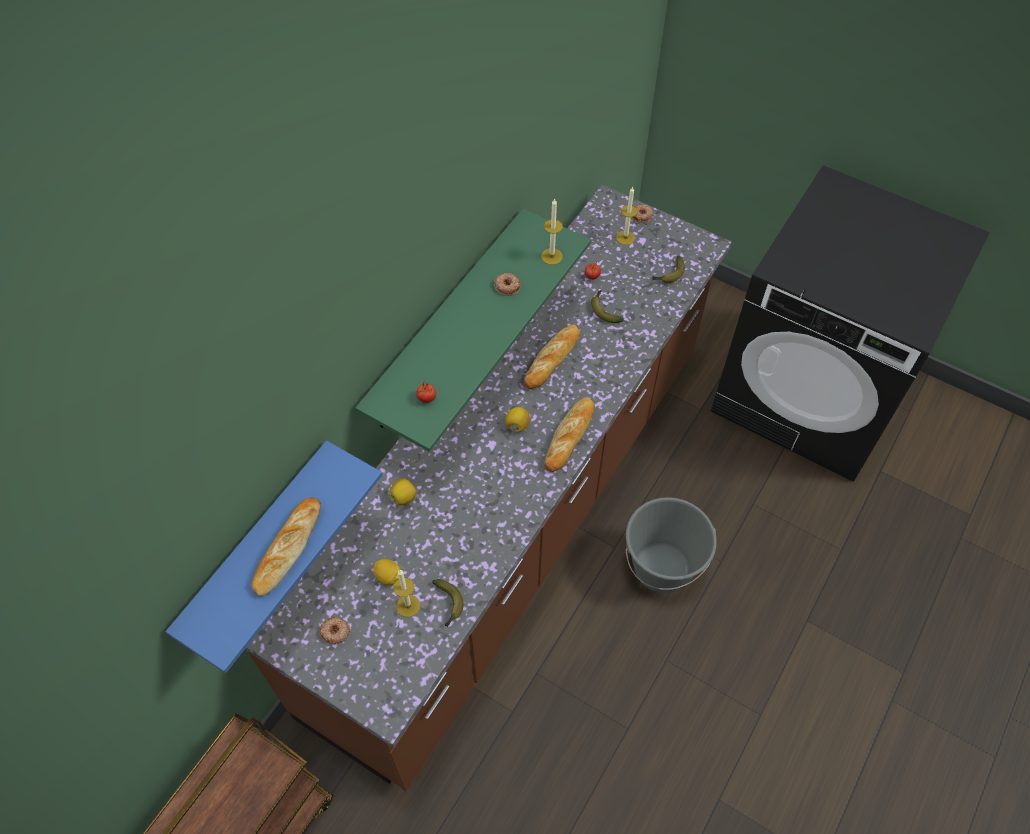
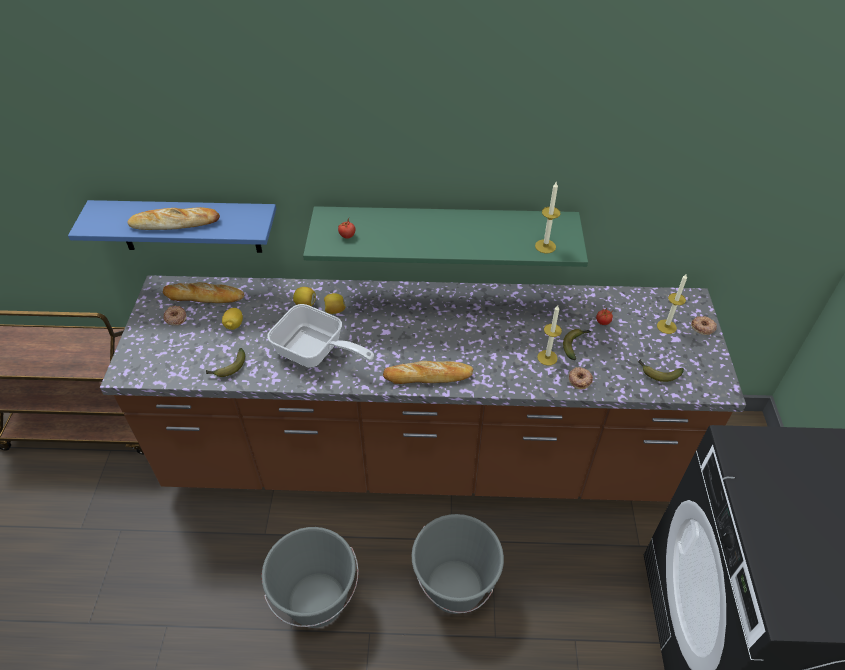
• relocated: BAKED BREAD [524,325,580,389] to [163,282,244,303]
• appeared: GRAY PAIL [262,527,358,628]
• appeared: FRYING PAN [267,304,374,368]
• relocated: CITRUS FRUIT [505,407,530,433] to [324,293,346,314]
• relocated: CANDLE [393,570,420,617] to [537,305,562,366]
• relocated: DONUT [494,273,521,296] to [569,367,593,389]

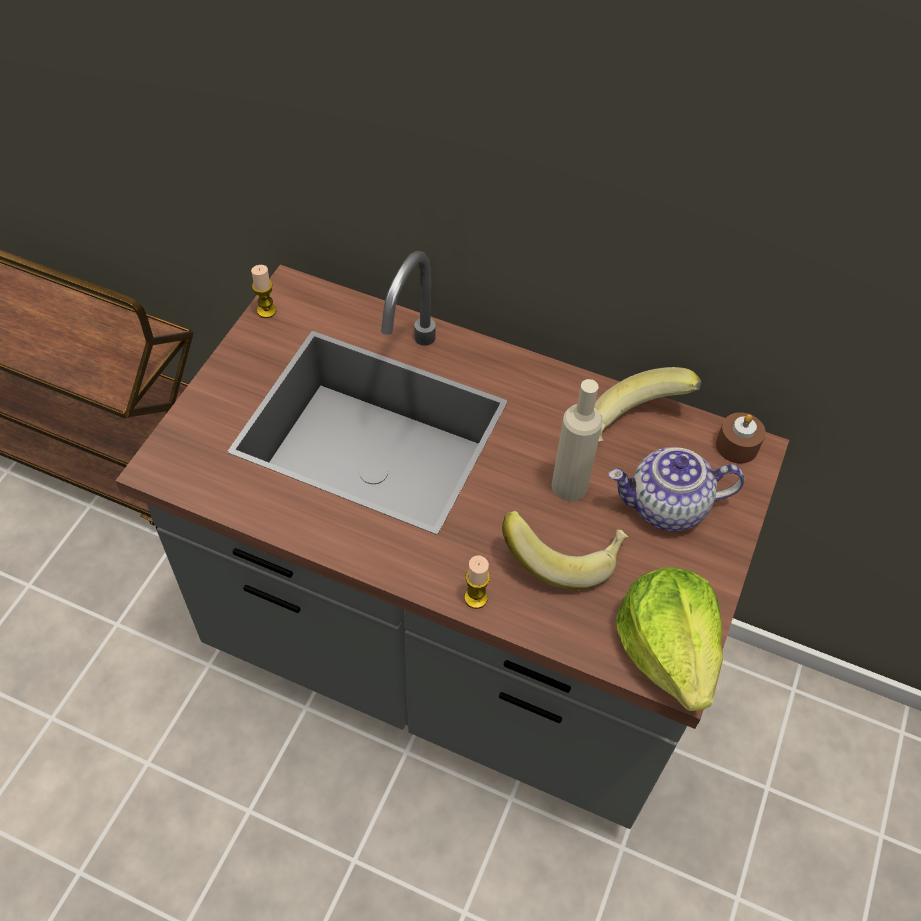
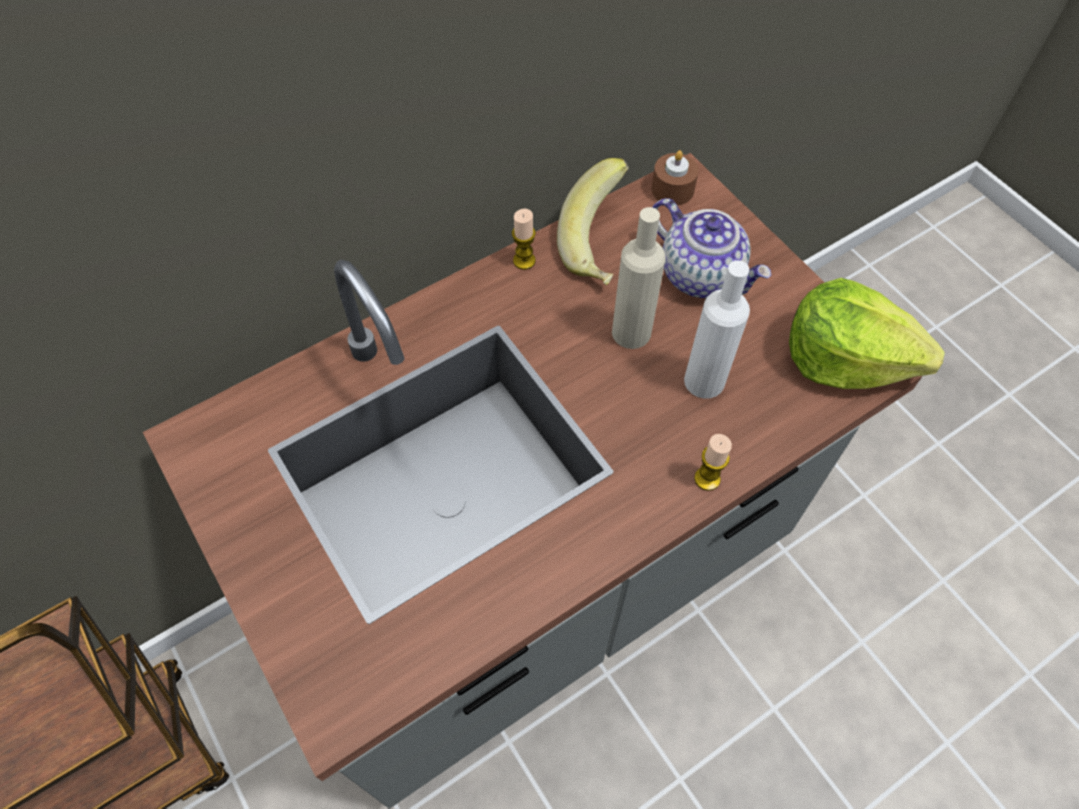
• relocated: CANDLE [251,265,277,318] to [512,208,536,270]
• spun: TEA POT [609,447,744,531] = [652,198,771,298] 75 degrees counterclockwise
• exchanged: BANANA [502,511,628,590] to WHITE-COLOURED DRINK BOTTLE [684,260,750,399]

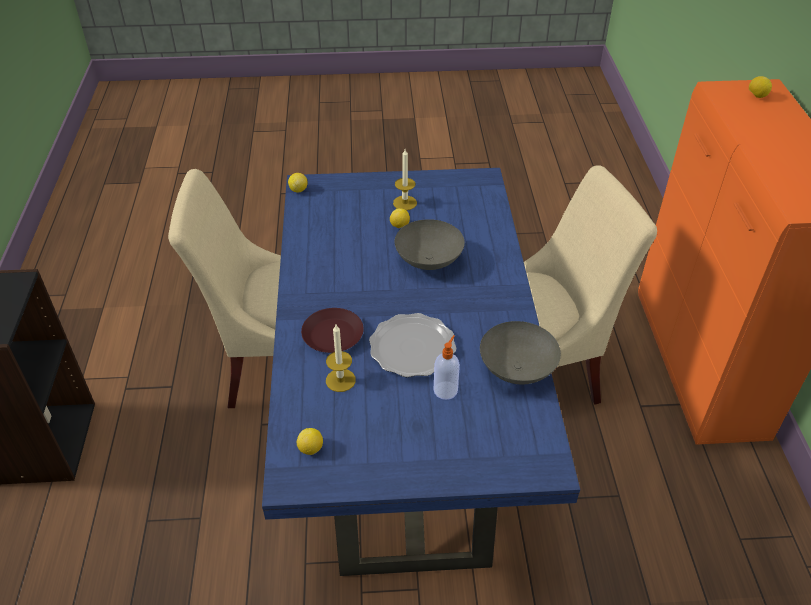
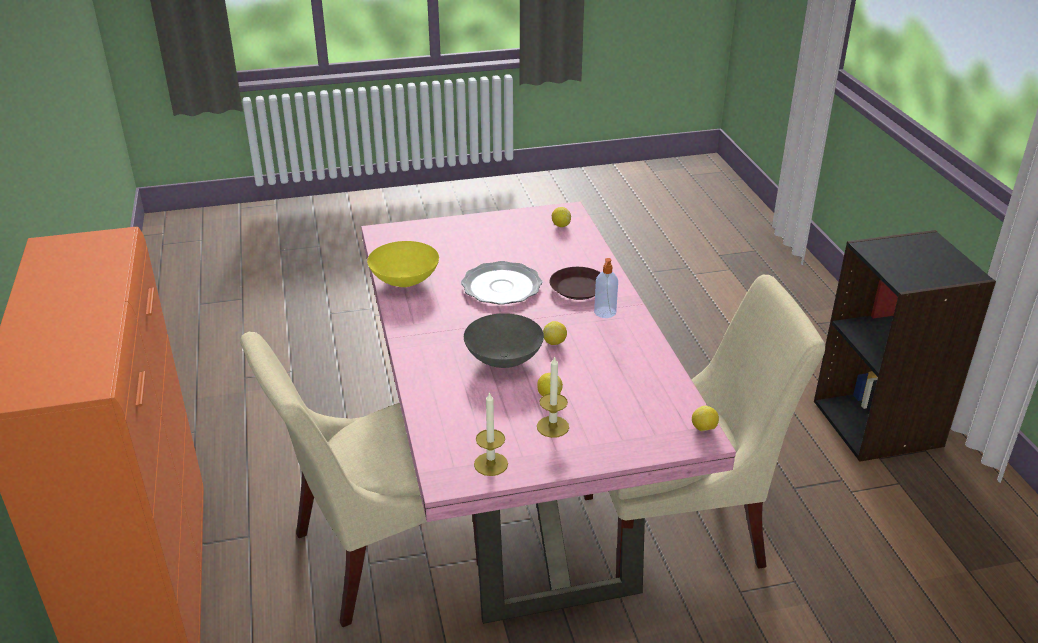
• colour: BLUISH DINNER TABLE [262,168,580,576] to PINK DINNER TABLE [361,201,736,624]
• colour: GRAY DEEP DISH [480,321,561,385] to YELLOW-COLOURED DEEP DISH [367,241,439,287]
• relocated: CANDLE [326,325,356,392] to [474,392,508,476]
• relocated: CITRUS FRUIT [749,76,772,98] to [543,321,567,345]
• relocated: SOAP BOTTLE [434,335,460,400] to [594,258,618,318]

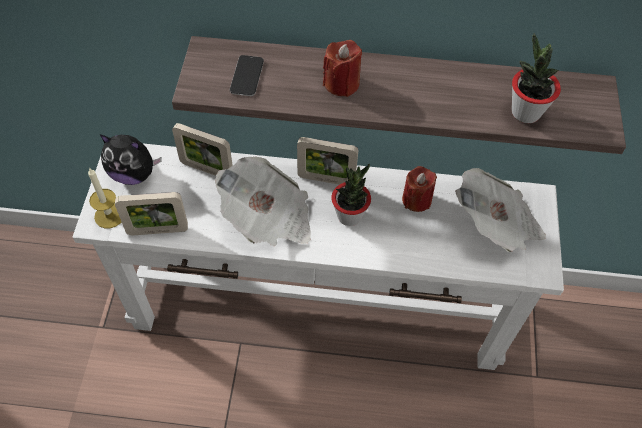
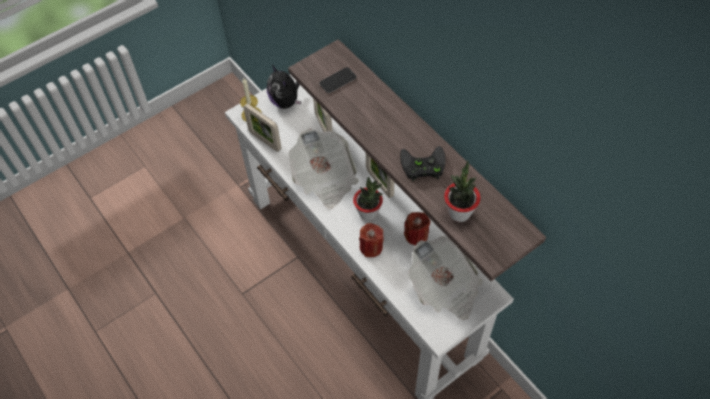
• relocated: RED-COLOURED CANDLE [323,40,362,97] to [359,223,384,257]
• appeared: BLACK-COLOURED GAME CONTROLLER [400,146,446,181]

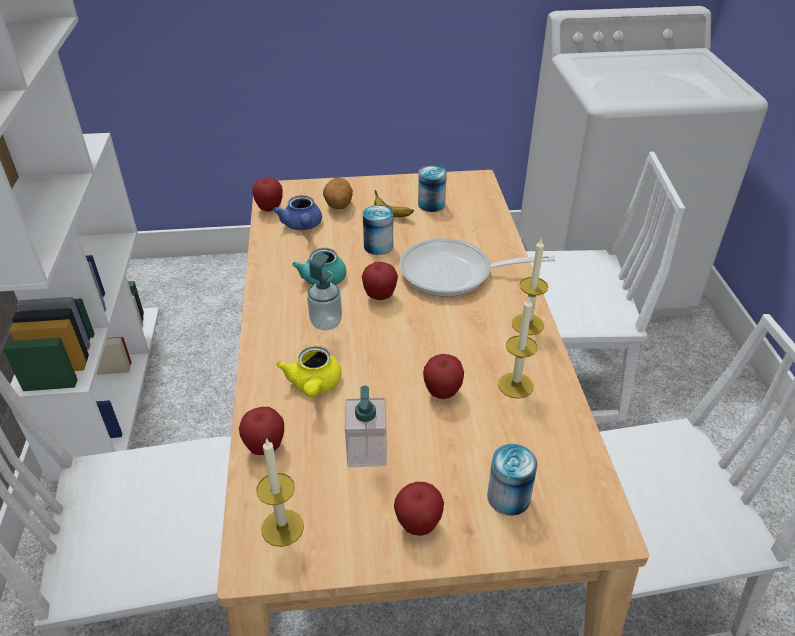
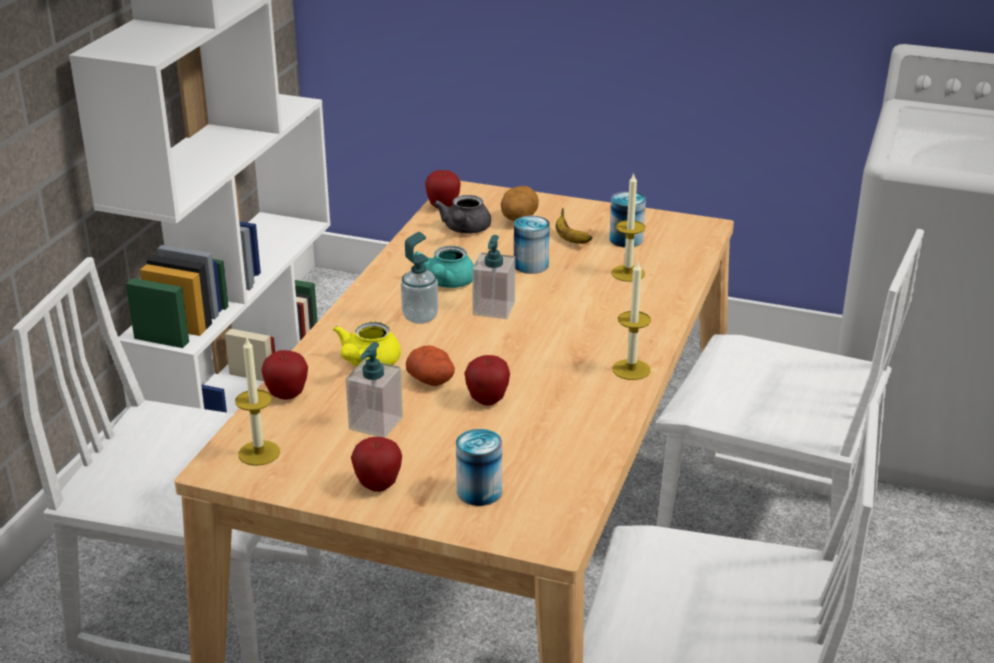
• appeared: WHOLE POTATO [406,345,455,386]
• colour: BLUISH TEA POT [273,195,322,230] to GRAY TEA POT [434,195,491,234]
• exchanged: WHOLE APPLE [362,262,398,300] to SOAP BOTTLE [472,235,515,319]
• relocated: CANDLE [498,298,538,399] to [611,172,645,282]
• missing: FRYING PAN [399,238,555,297]

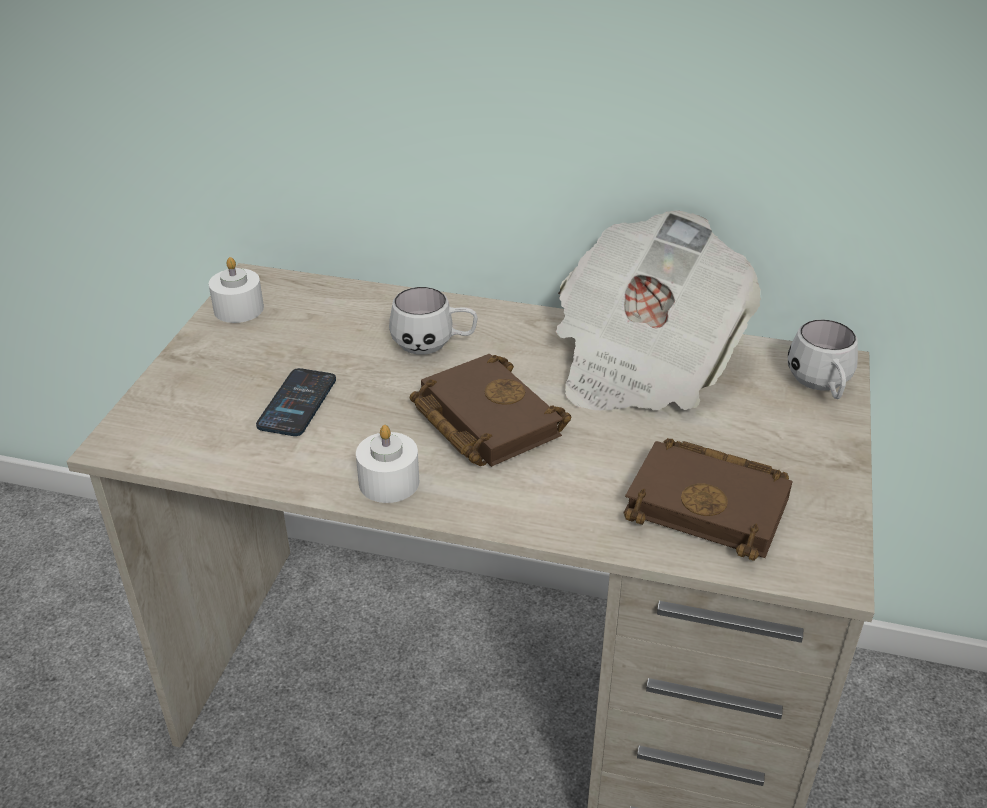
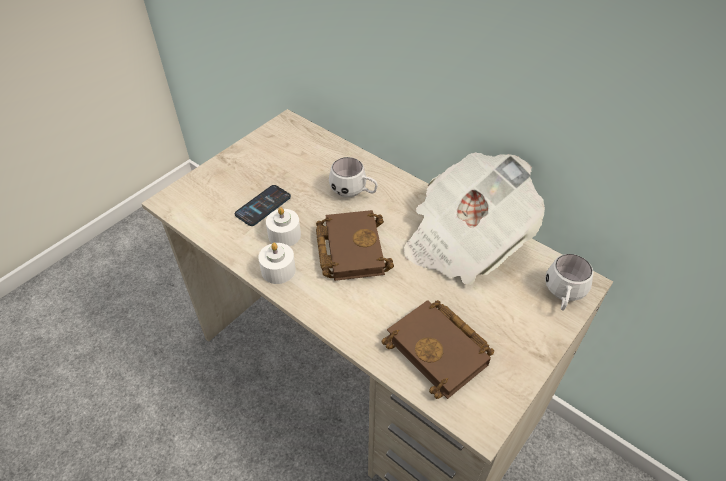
• relocated: WHITE-COLOURED CANDLE [209,257,264,323] to [266,207,301,247]

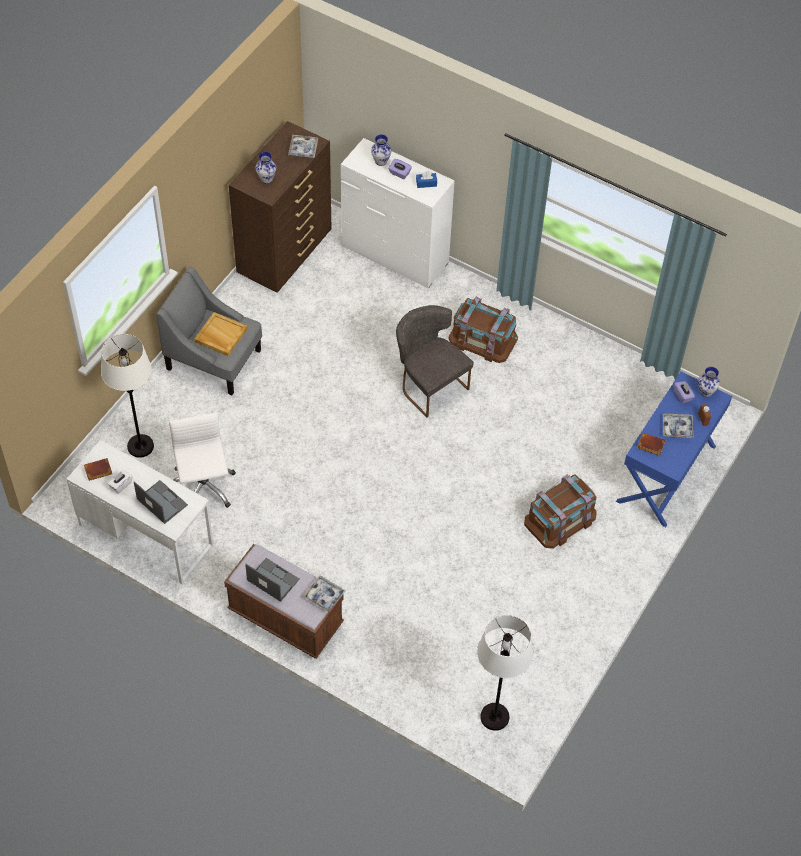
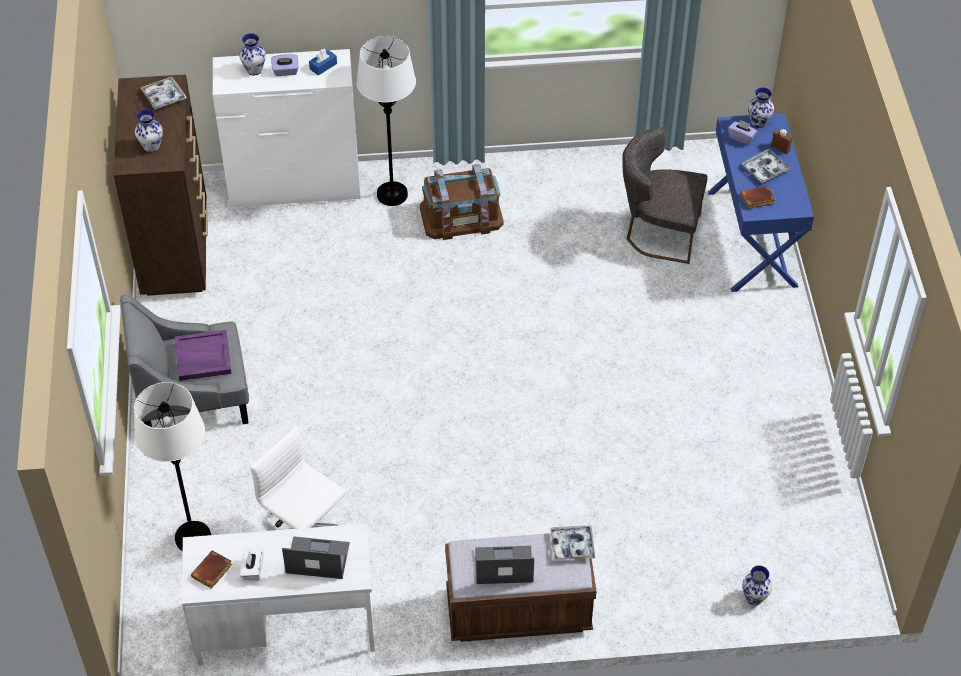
• colour: BEIGE-COLOURED CARRYING TRAY [194,312,247,356] to PURPLISH CARRYING TRAY [175,330,231,381]
• relocated: WHITE-COLOURED FLOOR LAMP [477,615,533,731] to [356,36,416,206]
• relocated: GRAY CHAIR [396,305,474,418] to [622,127,708,264]
• appeared: VASE [742,565,772,605]
• missing: BROWNISH STORAGE BIN [524,474,597,549]

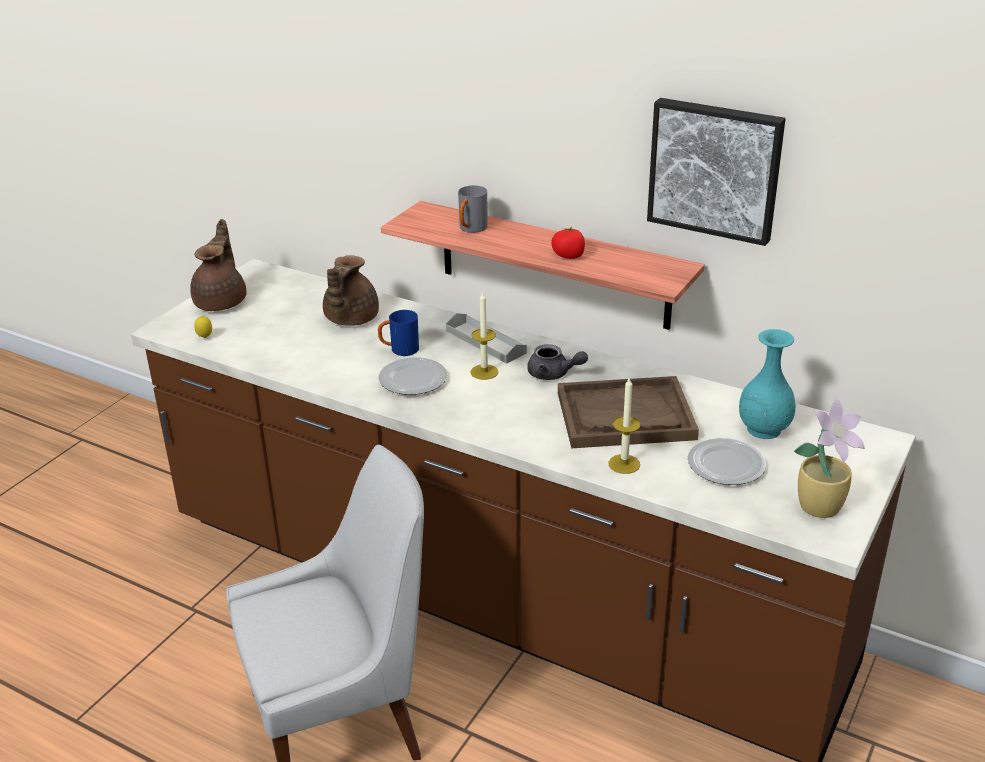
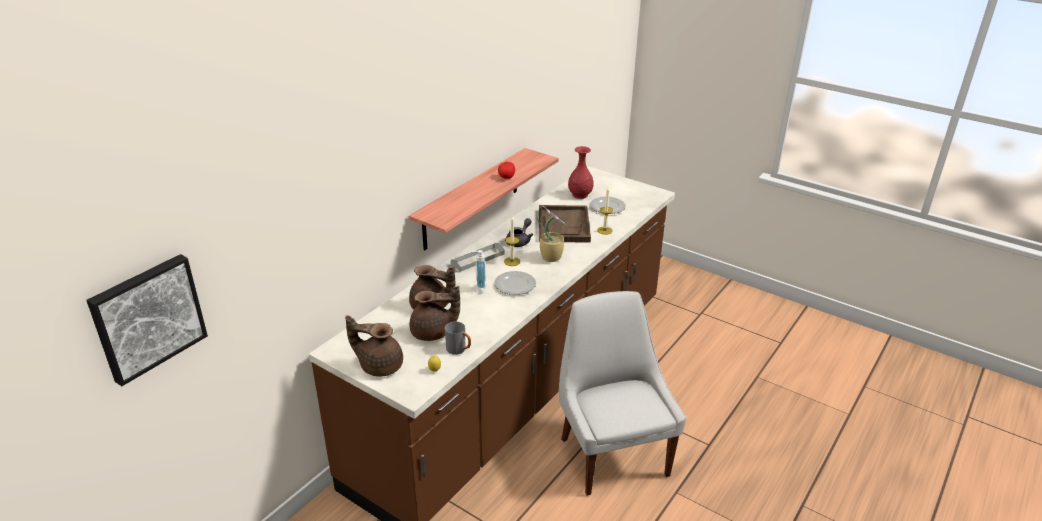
• relocated: PICTURE [647,98,786,246] to [86,254,208,386]
• appeared: BROWNISH TEA POT [410,286,460,341]
• relocated: GRAY MUG [458,185,488,233] to [445,321,471,355]
• exchanged: BLUISH MUG [378,310,419,356] to SOAP BOTTLE [471,250,486,294]
• relocated: POTTED PLANT [794,397,865,518] to [537,206,566,262]
• colour: TURQUOISE-COLOURED VASE [739,329,796,439] to RED-COLOURED VASE [568,146,594,199]

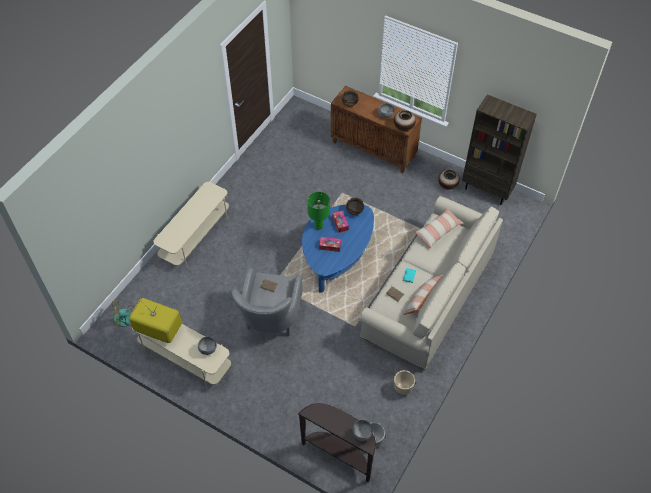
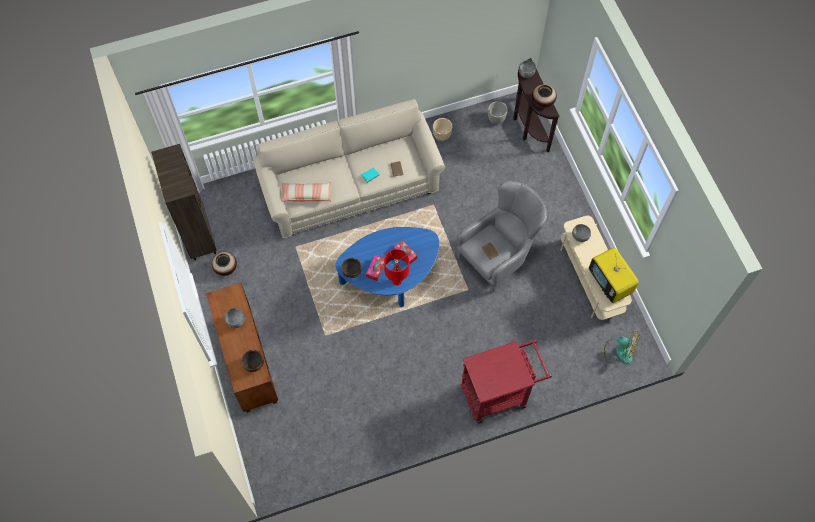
• colour: GREEN TABLETOP LAMP [307,192,330,230] to RED-COLOURED TABLETOP LAMP [384,249,409,285]
• exchanged: BEIGE-COLOURED TV UNIT [153,182,229,267] to RED-COLOURED CART [461,340,552,423]
• relocated: VASE [394,110,416,131] to [532,84,557,108]
• missing: THROW PILLOW [403,275,443,315]

